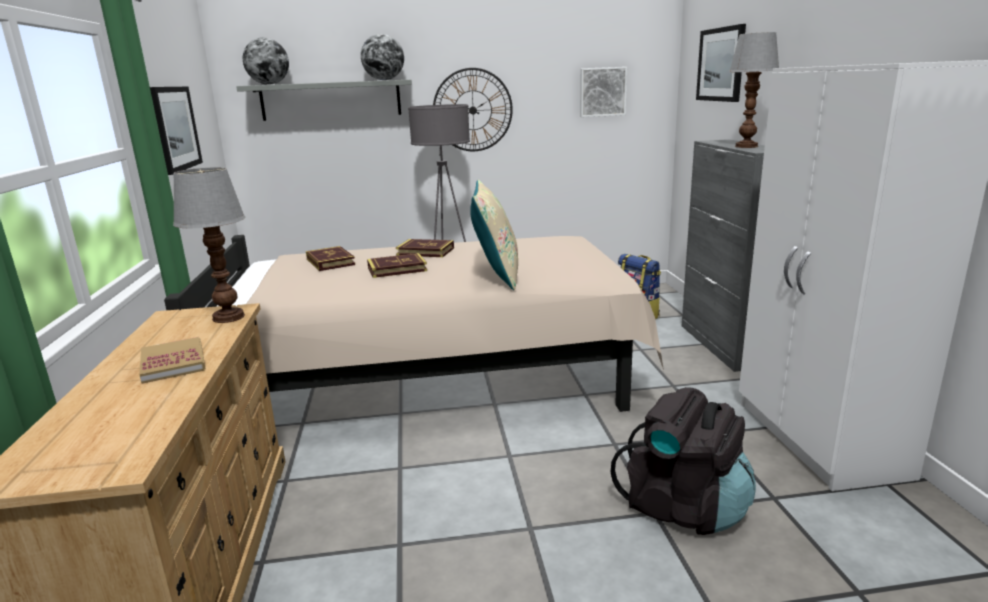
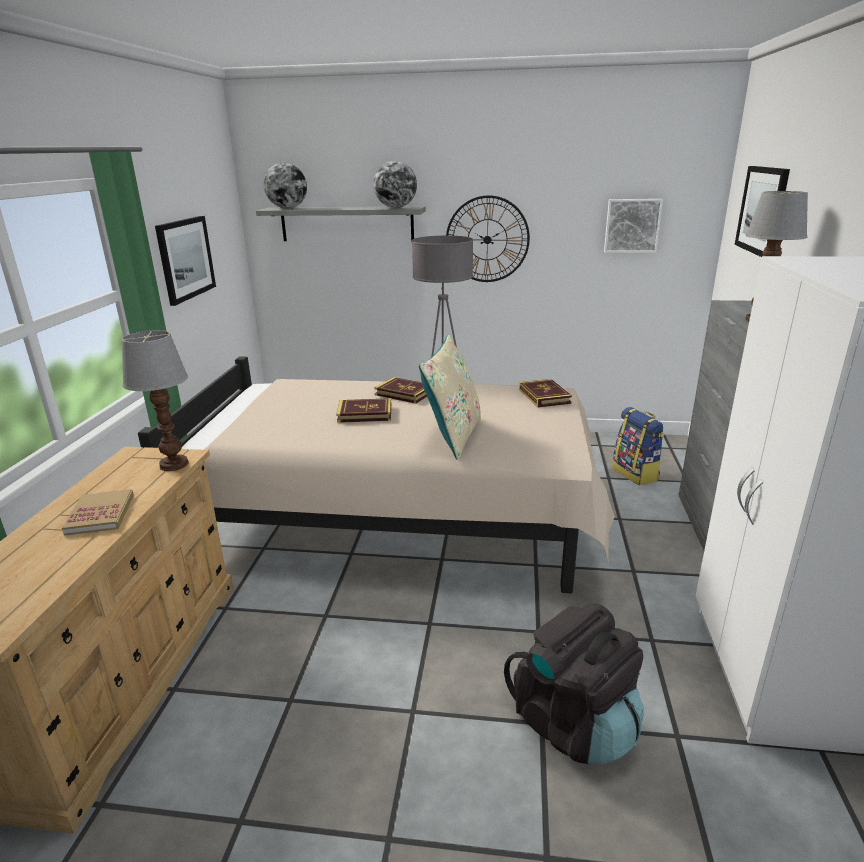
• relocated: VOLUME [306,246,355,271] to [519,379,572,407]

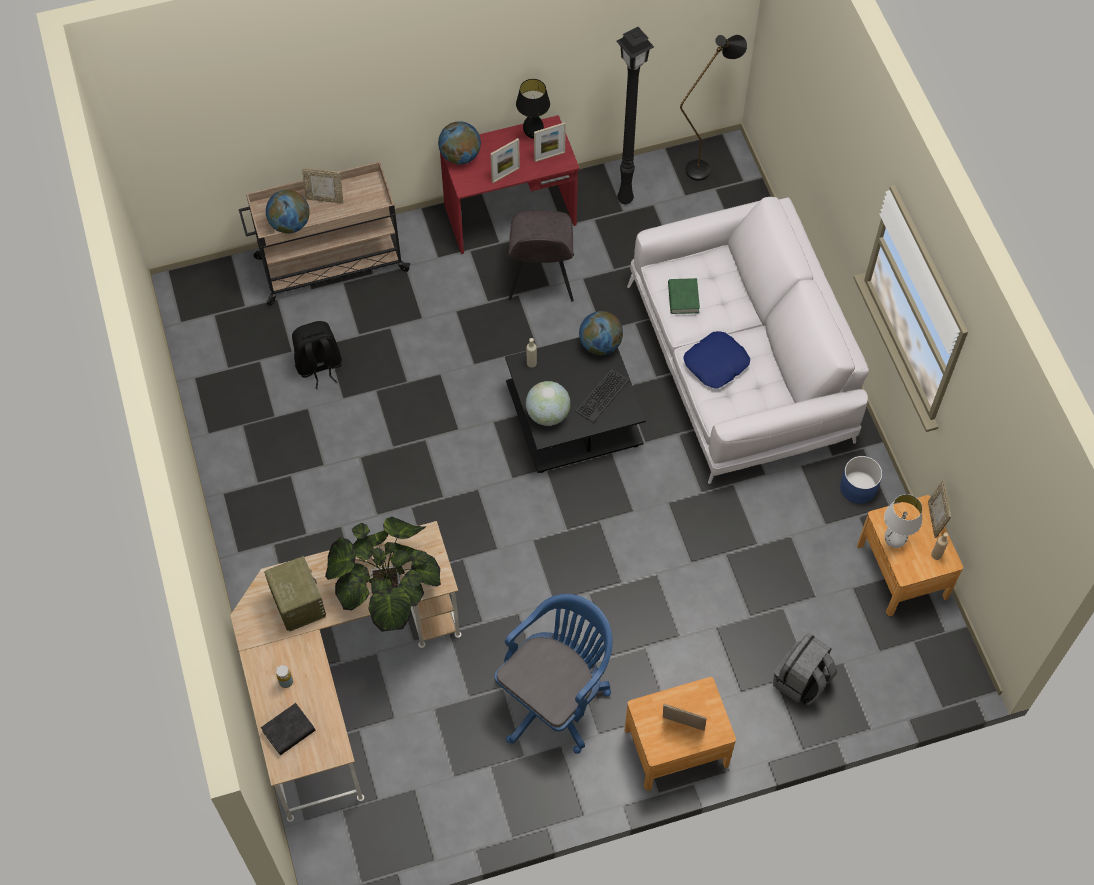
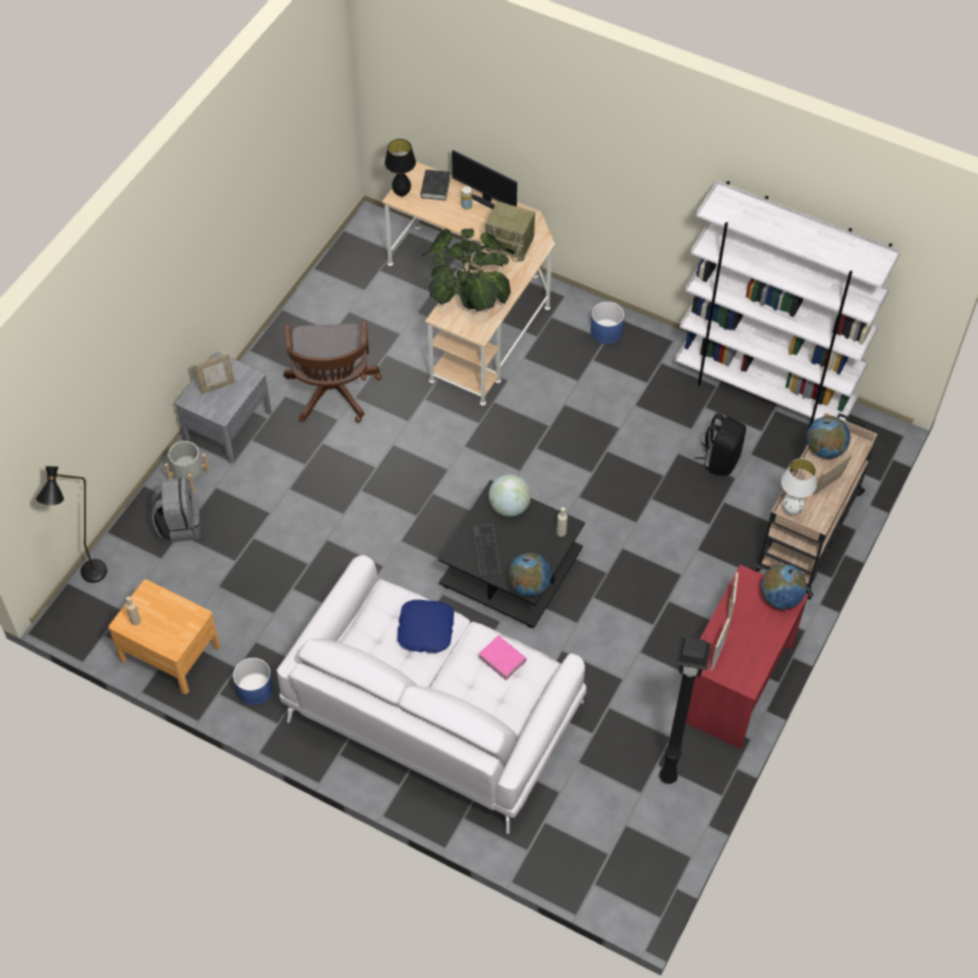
• relocated: BLACK-COLOURED FLOOR LAMP [680,35,747,181] to [36,466,107,583]
• appeared: GRAY PLANT POT [165,441,209,493]
• colour: BROWNISH NIGHT TABLE [625,677,736,791] to GRAY NIGHT TABLE [176,352,271,463]
• colour: BLUISH COMPUTER CHAIR [494,594,612,754] to BROWNISH COMPUTER CHAIR [283,320,381,423]
• relocated: BLACK-COLOURED TABLETOP LAMP [516,79,550,139] to [385,139,416,197]
• appeared: MONITOR [452,150,517,209]
• colour: GREEN VOLUME [668,278,700,314] to PINK VOLUME [479,635,526,680]
• appeared: BLUISH PLANT POT [590,301,624,344]
• appeared: WHITE-COLOURED BOOKSHELF [675,180,901,429]
• relocated: WHITE-COLOURED TABLETOP LAMP [884,494,922,548] to [781,458,817,515]
• missing: GRAY CHAIR [508,210,574,301]
• missing: PICTURE FRAME [928,480,951,538]

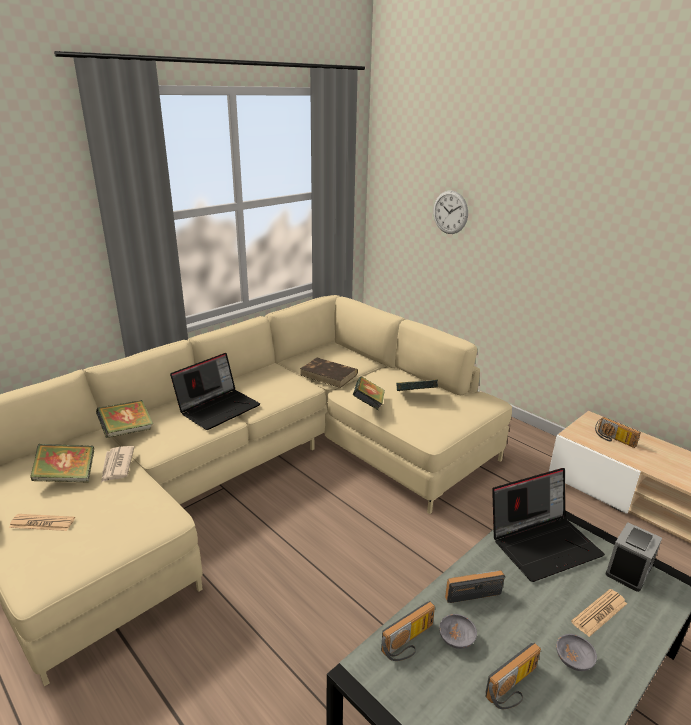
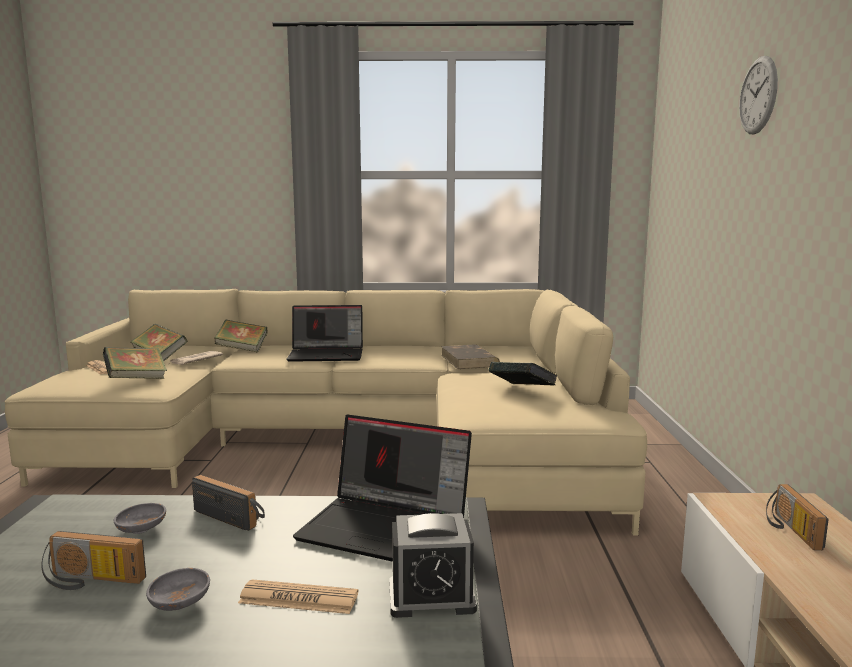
• relocated: VOLUME [353,377,385,410] to [103,347,167,379]
• relocated: CLOCK ON THE WALL [433,191,468,234] to [739,56,778,134]
• missing: RADIO [381,601,435,661]

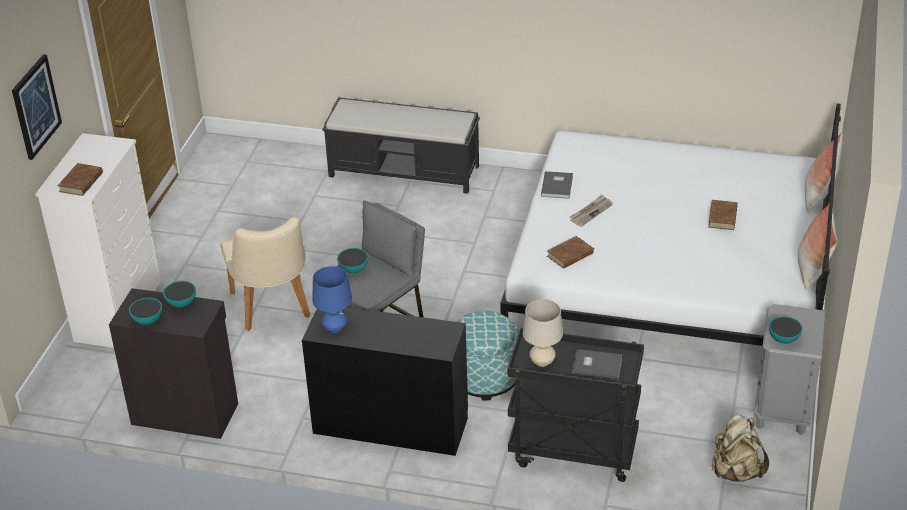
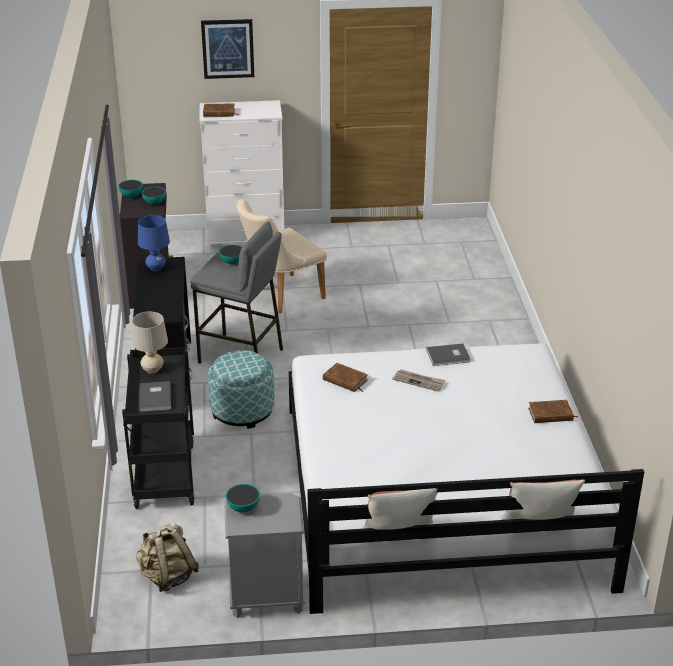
• relocated: BROWNISH VOLUME [708,200,738,230] to [528,400,578,423]
• missing: BLACK-COLOURED INDOOR BENCH [322,97,480,194]

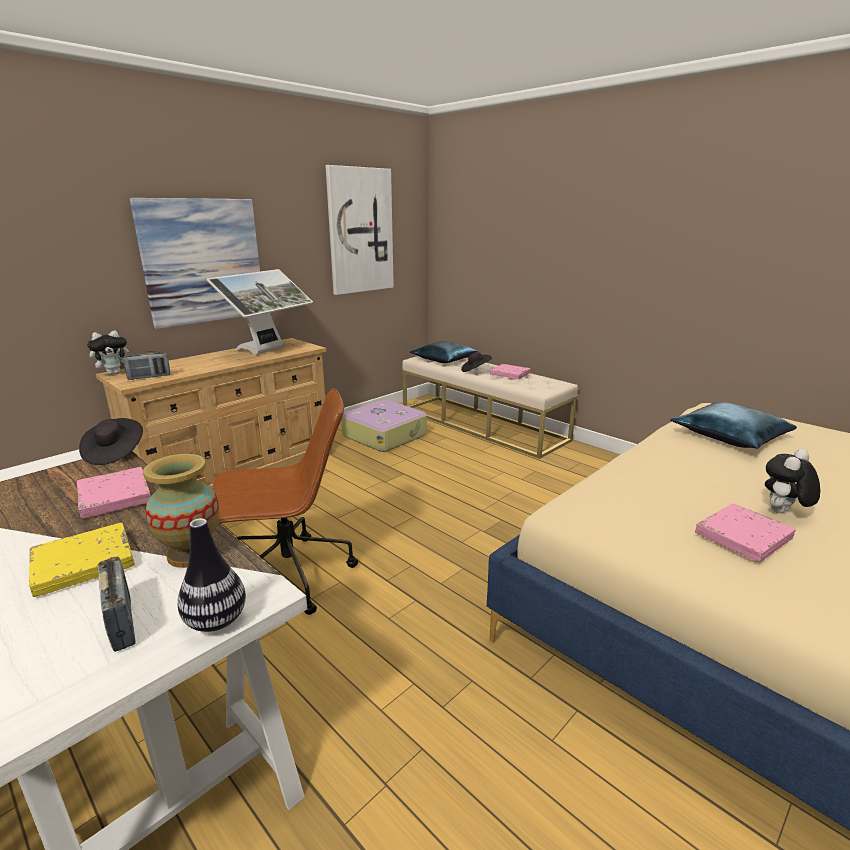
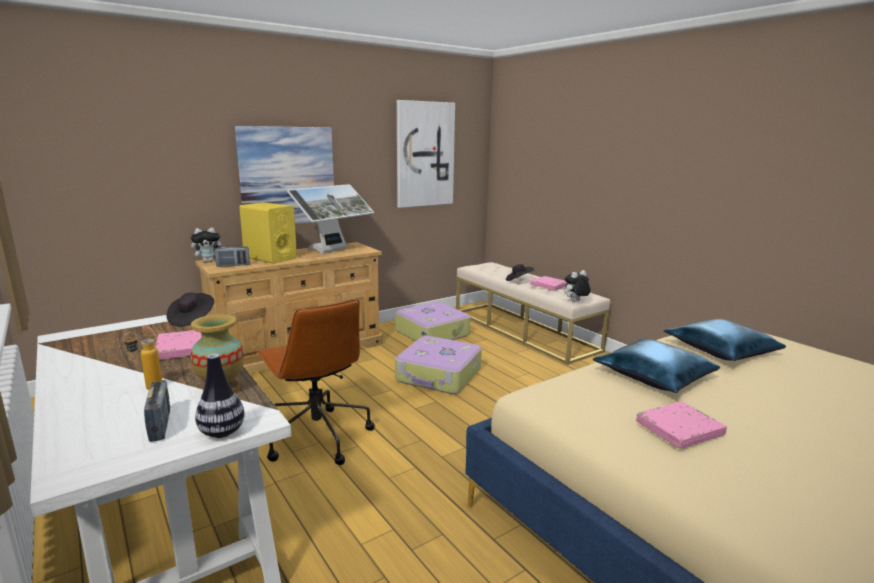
• exchanged: YELLOW-COLOURED VOLUME [29,523,135,597] to DRINK BOTTLE [123,332,162,390]
• appeared: YELLOW-COLOURED AUDIO SPEAKER [239,202,297,264]
• spun: BROWNISH COMPUTER CHAIR [212,388,358,615] = [257,299,374,465] 60 degrees clockwise
• appeared: PIECE OF LUGGAGE [395,336,482,394]
• relocated: SOFT TOY [765,449,820,513] to [564,270,591,302]
• relocated: BLUISH THROW PILLOW [410,341,478,363] to [593,339,720,393]

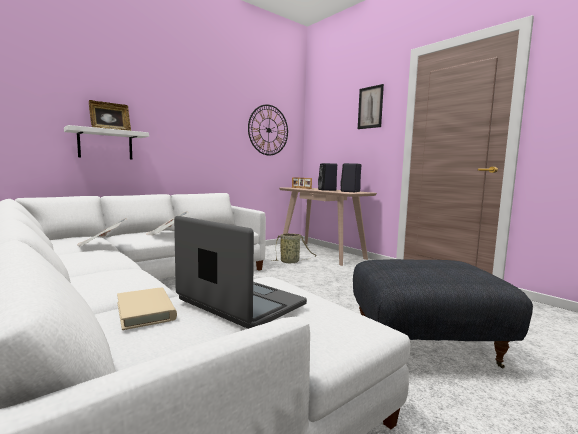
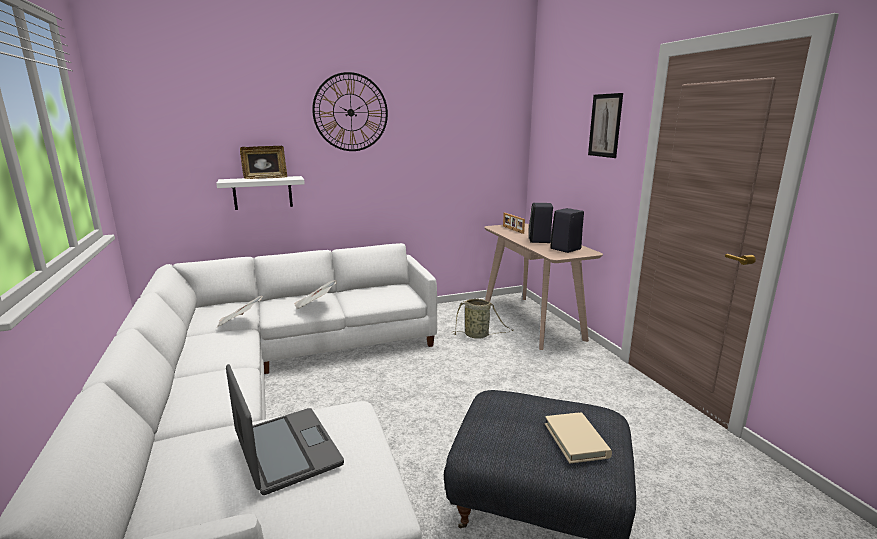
• relocated: CLOCK ON THE WALL [248,105,288,155] to [312,72,388,151]
• relocated: BEIGE-COLOURED VOLUME [117,287,177,330] to [545,412,612,463]

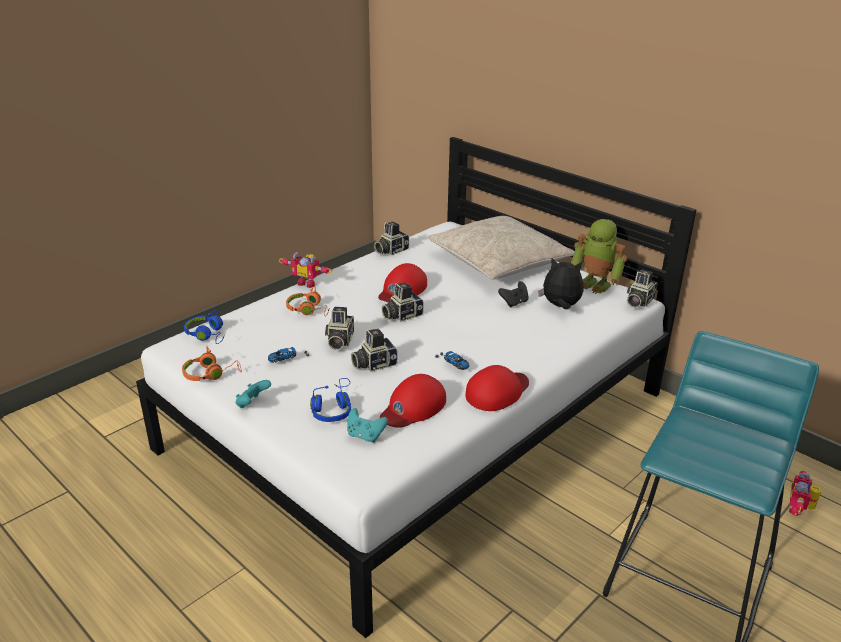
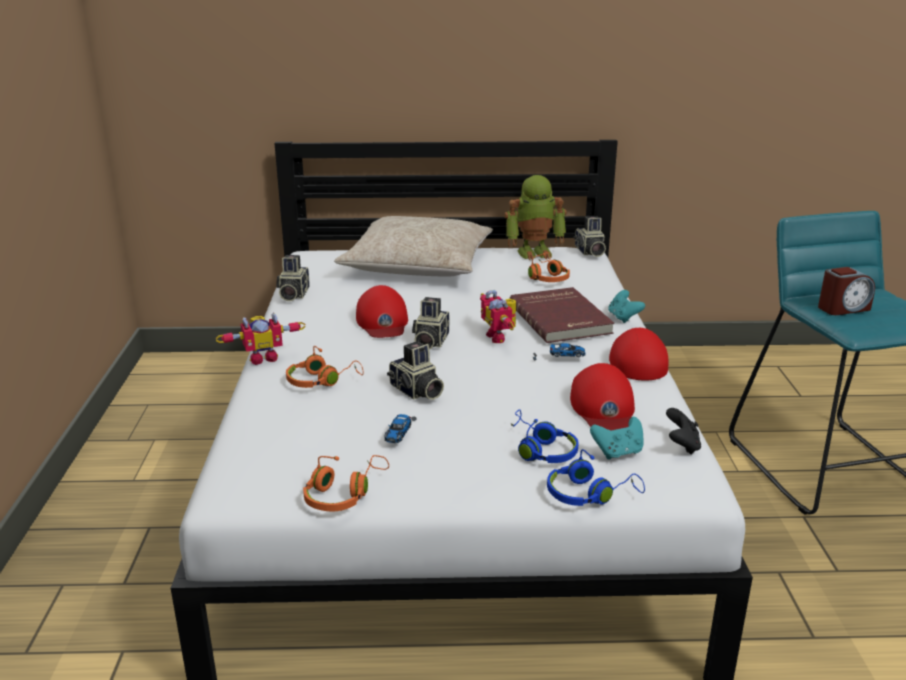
• relocated: ROBOT FIGURE [789,469,822,516] to [480,290,516,343]
• appeared: RED-COLOURED VOLUME [509,287,614,343]
• exchanged: SOFT TOY [538,258,584,309] to ORANGEY HEADSET [528,252,570,282]
• relocated: BLUISH HEADSET [184,310,225,344] to [547,449,645,506]
• relocated: TURQUOISE-COLOURED GAME CONTROLLER [235,380,271,408] to [608,290,645,323]
• relocated: BLACK-COLOURED GAME CONTROLLER [498,281,529,307] to [666,408,701,455]
• appeared: BEDSIDE CLOCK [818,267,875,315]
• missing: PHOTO CAMERA [351,329,398,372]

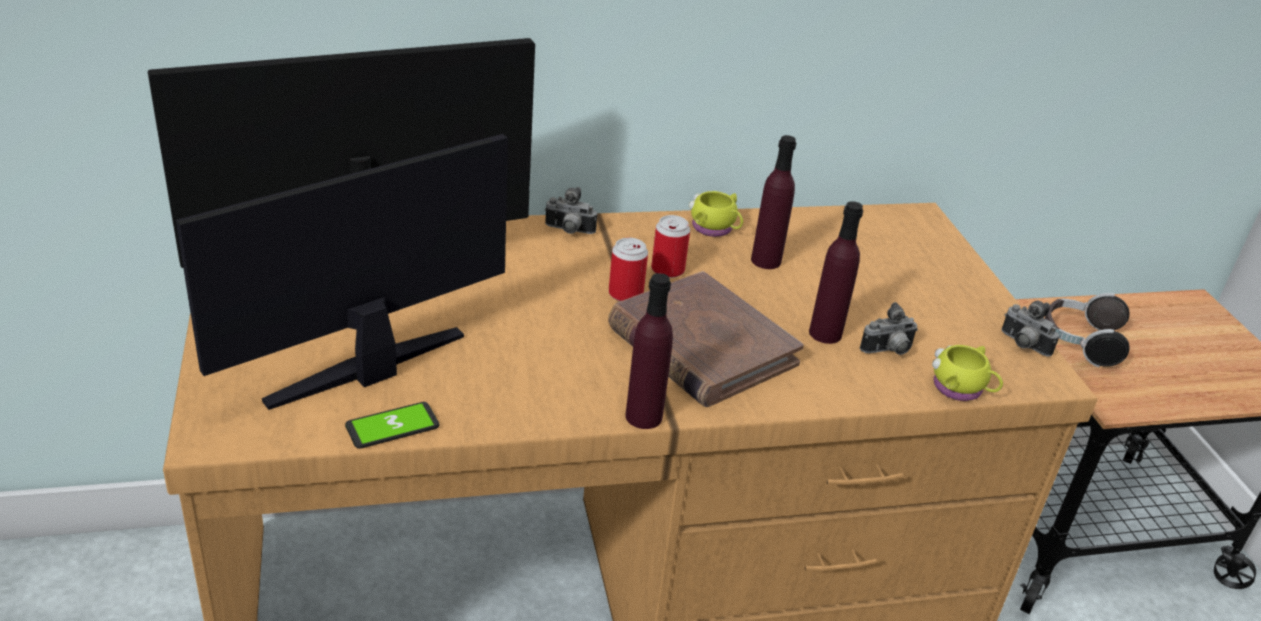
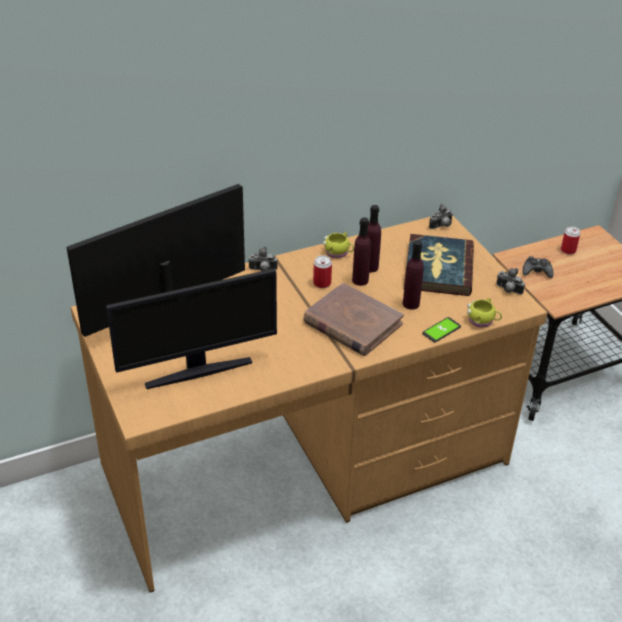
• spun: MONITOR [176,134,508,410] = [106,269,277,389] 150 degrees counterclockwise
• relocated: PURPLISH DRINK BOTTLE [625,273,673,429] to [352,217,371,286]
• appeared: VOLUME [404,234,474,296]
• relocated: PHONE [345,402,440,449] to [422,317,461,342]
• relocated: PHOTO CAMERA [860,302,918,355] to [429,204,453,229]
• exchanged: HEADSET [1045,293,1130,367] to BLACK-COLOURED GAME CONTROLLER [523,256,554,278]
• relocated: CAN [609,237,648,301] to [561,226,580,255]

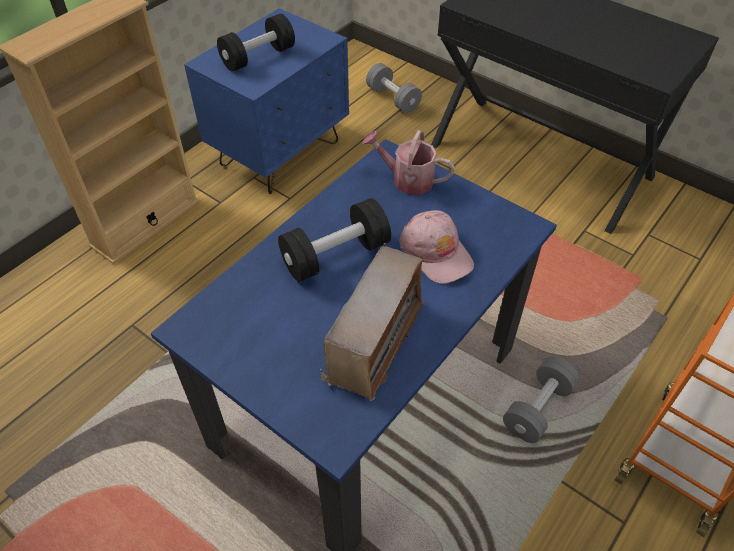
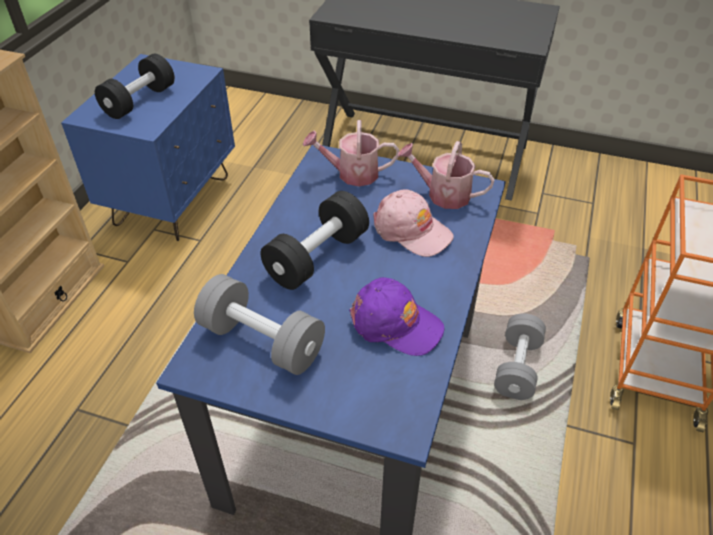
• relocated: GRAY DUMBBELL [366,63,422,113] to [194,274,325,375]
• exchanged: RADIO [320,243,426,401] to PURPLISH BASEBALL CAP [349,277,444,356]
• appeared: WATERING POT [398,141,495,209]

